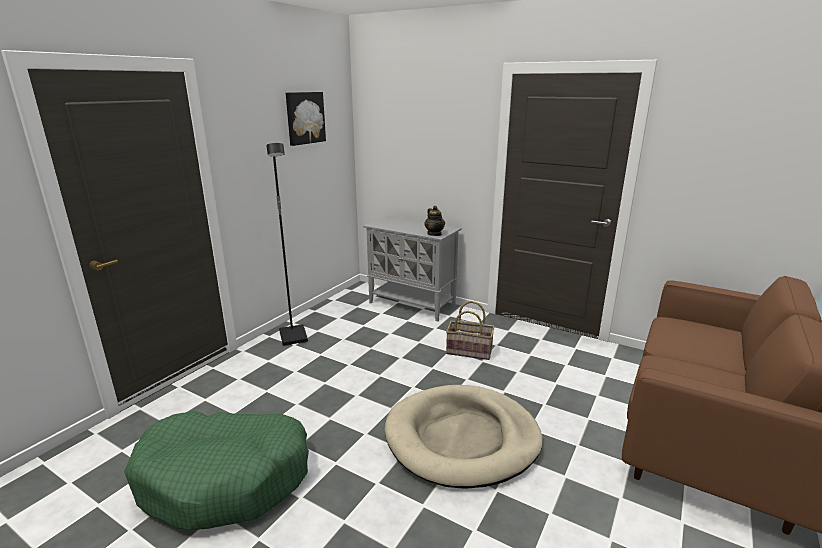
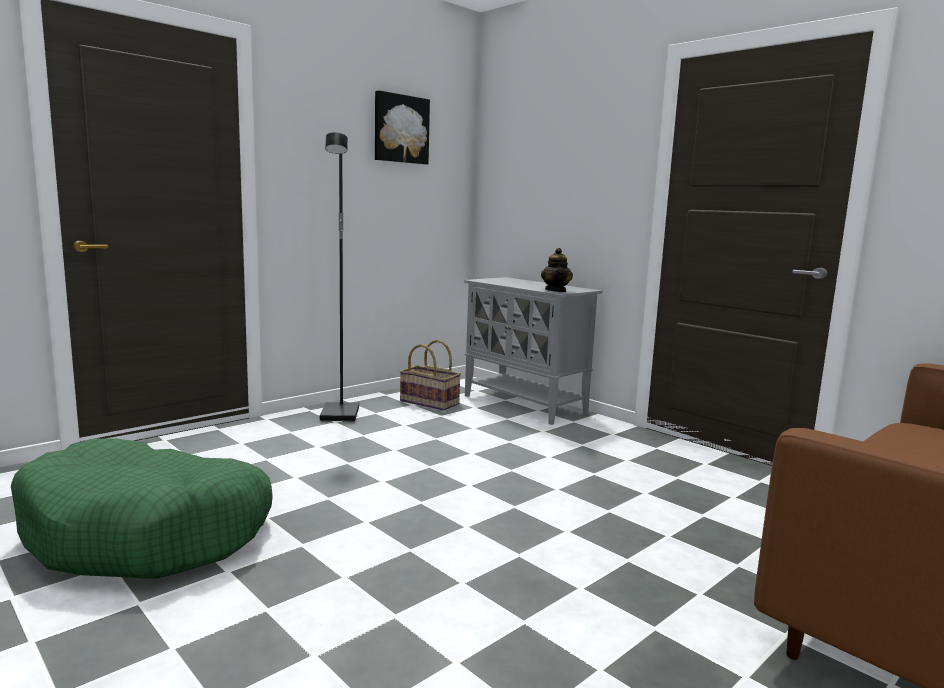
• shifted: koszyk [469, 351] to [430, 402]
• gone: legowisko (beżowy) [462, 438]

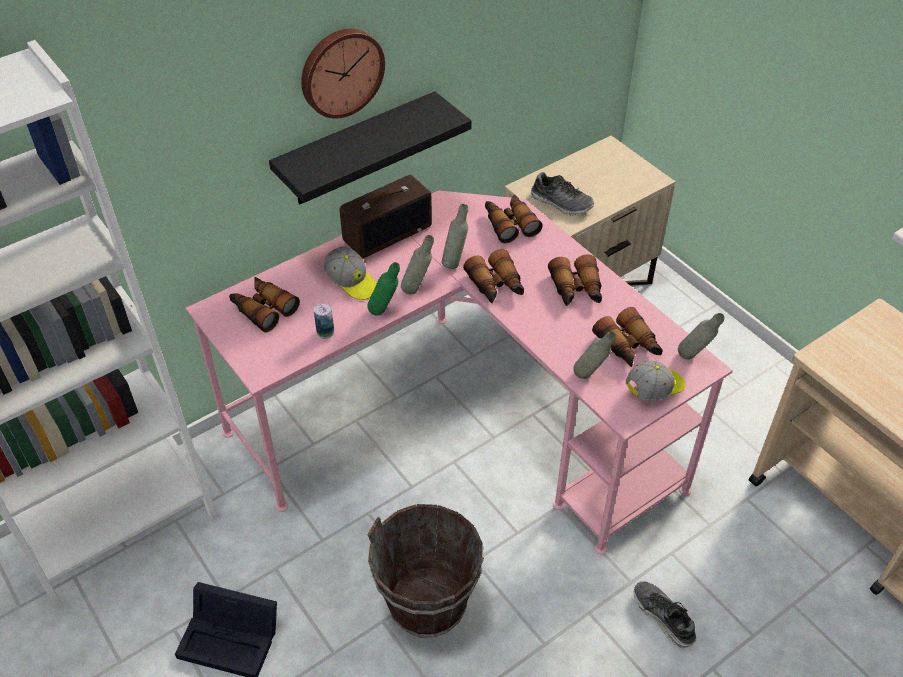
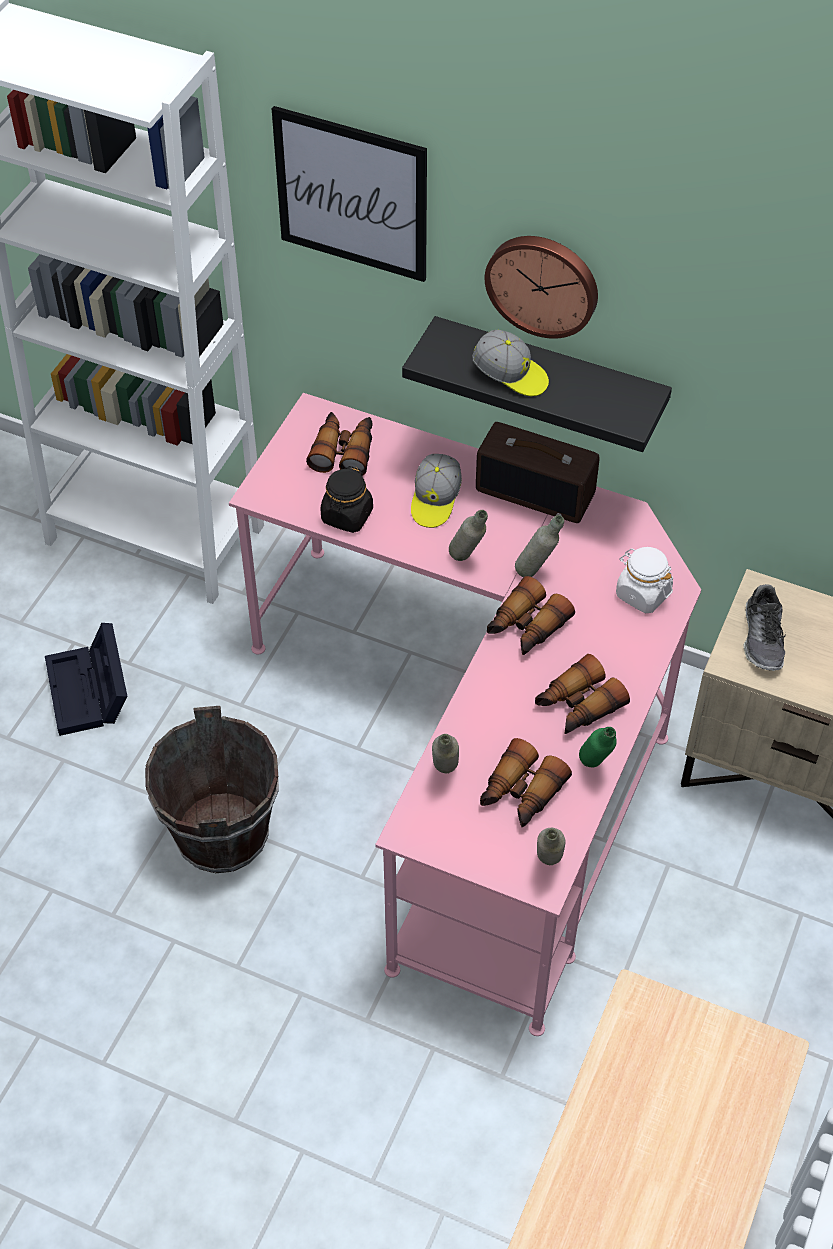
• new: obraz [351, 194]
• swapped: puszka [325, 333] to słoik (czarny) [347, 516]
• shifted: czapka z daszkiem [655, 389] to [510, 375]
• shifted: butelka (zielony) [385, 312] to [595, 769]
• swapped: lornetka [509, 223] to słoik (biały) [642, 594]
• gone: but [663, 617]

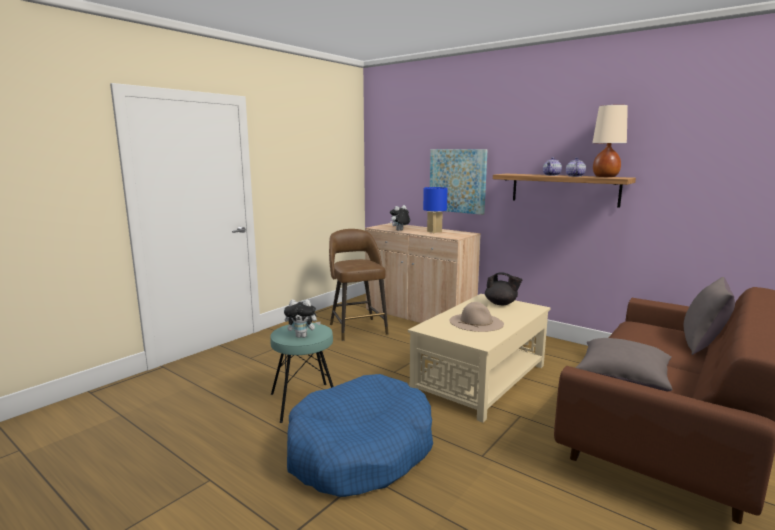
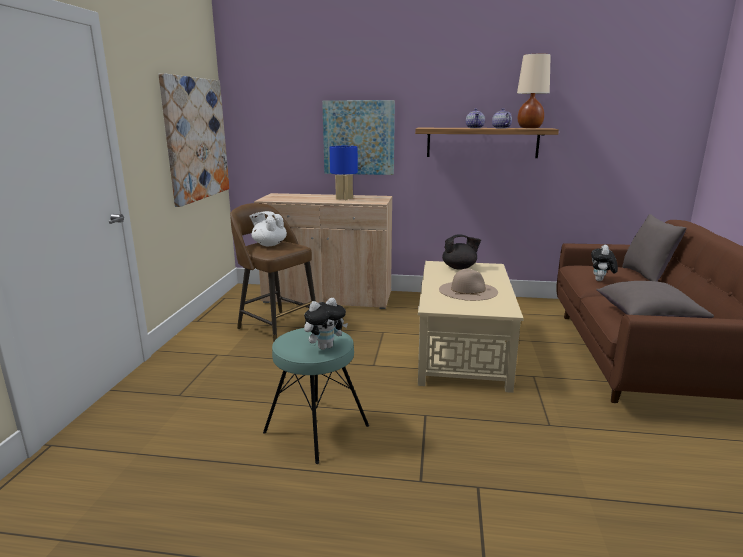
• new: obraz [196, 139]
• new: imbryk (biały) [269, 244]
• shifted: pluszak [400, 230] to [601, 281]
• gone: legowisko (niebieski) [360, 450]

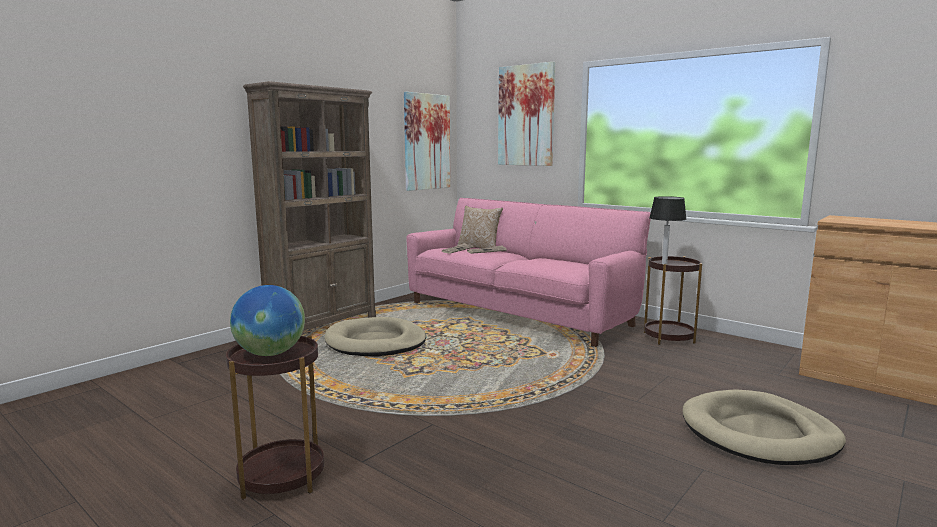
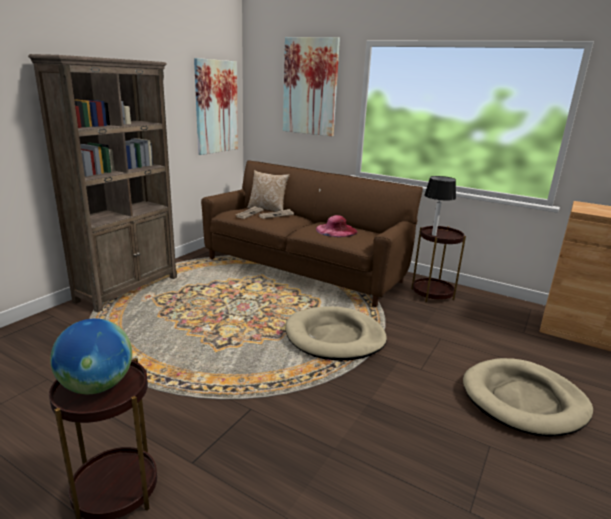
• repainted: kanapa (różowy) [518, 313] to kanapa (brązowy) [303, 269]
• shifted: legowisko (beżowy) [375, 342] to [335, 337]
• new: kapelusz (różowy) [336, 230]

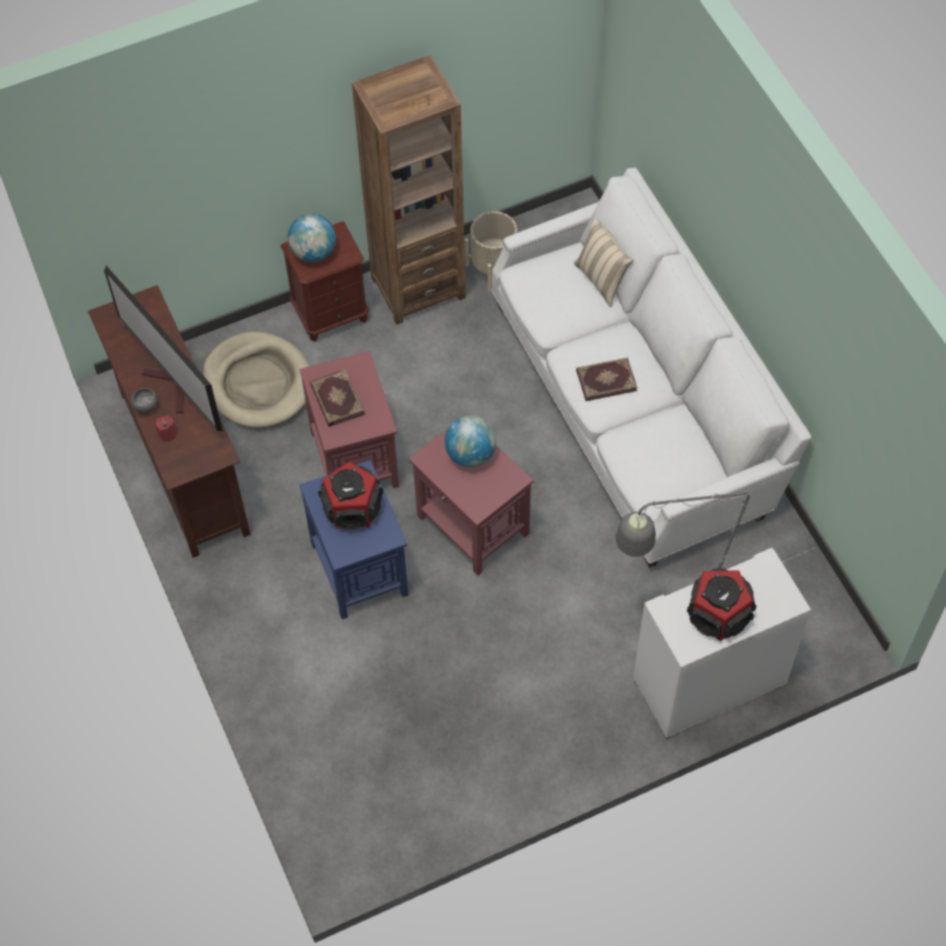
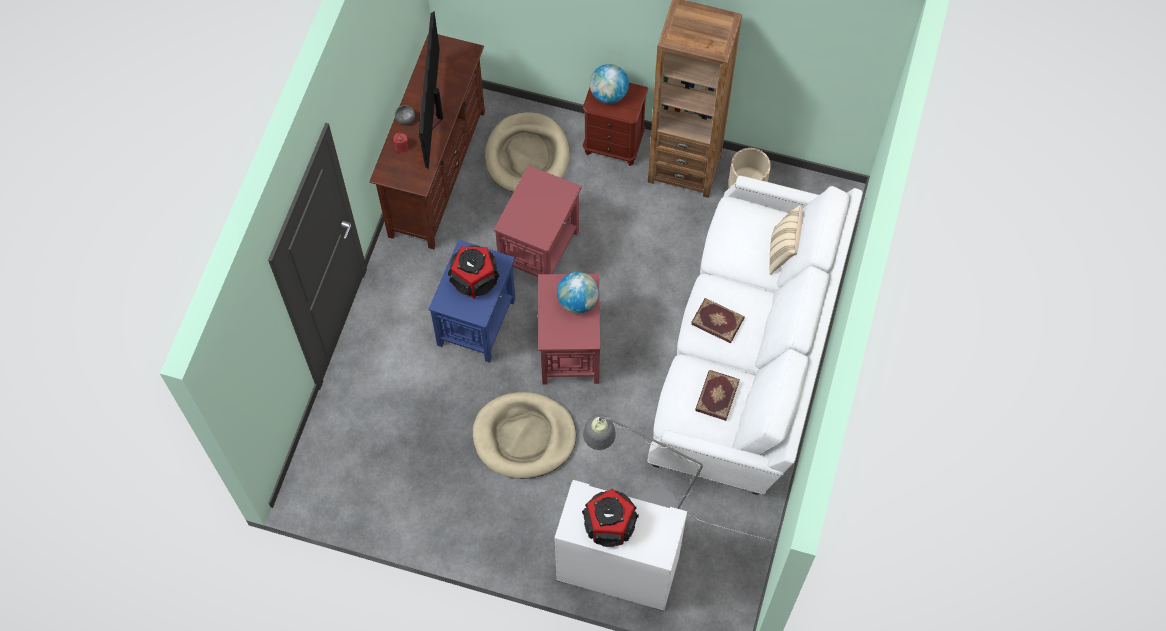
• new: legowisko (beżowy) [524, 437]
• shifted: książka [336, 400] to [716, 395]

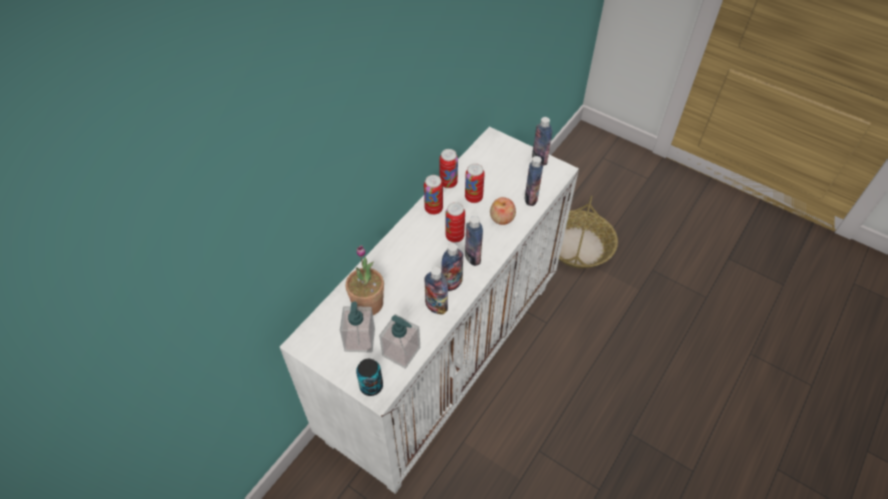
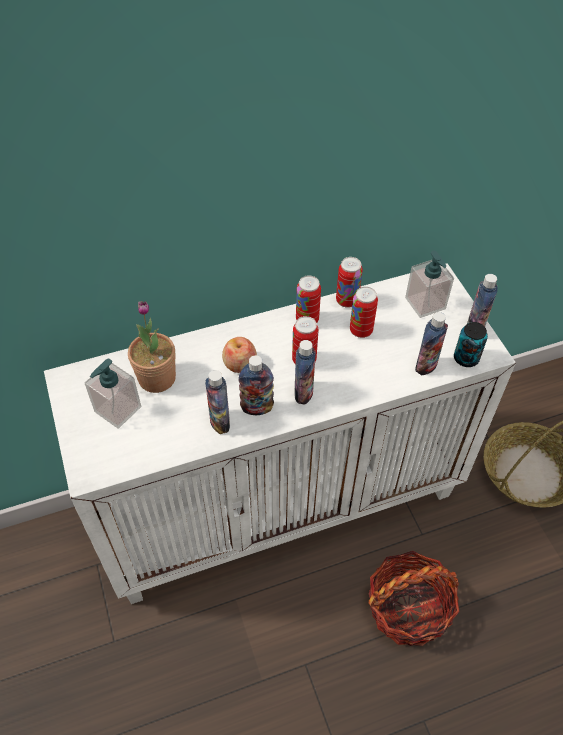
• shifted: jabłko [502, 218] to [239, 363]
• new: koszyk [408, 608]
• shifted: dozownik mydła [401, 352] to [425, 303]
• shifted: puszka [371, 386] to [466, 358]

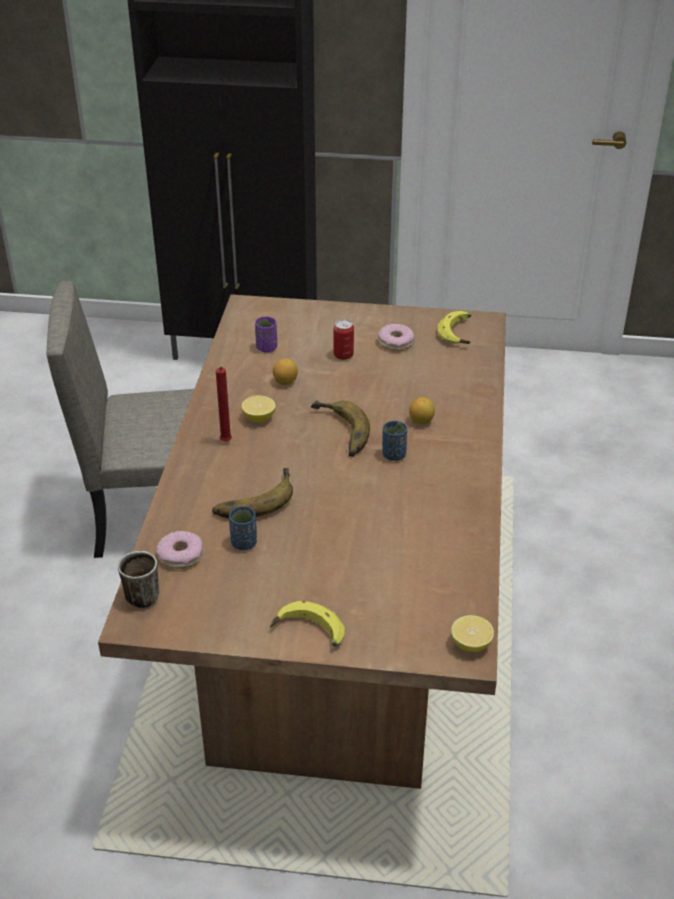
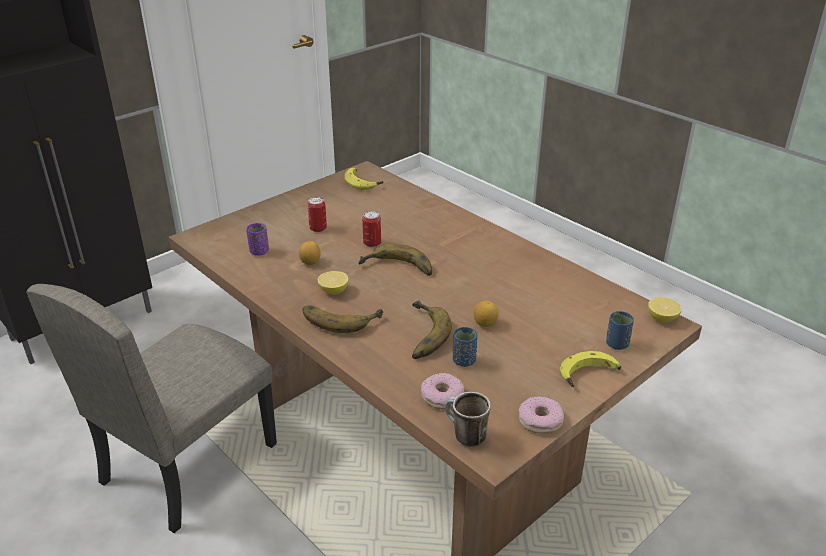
• swapped: świeca (czerwony) [225, 443] to banan [340, 317]
• new: puszka [372, 243]
• shifted: cytryna [421, 421] to [485, 323]
• shifted: donut [395, 342] to [540, 420]
• shifted: filiżanka (niebieski) [394, 455] to [617, 344]

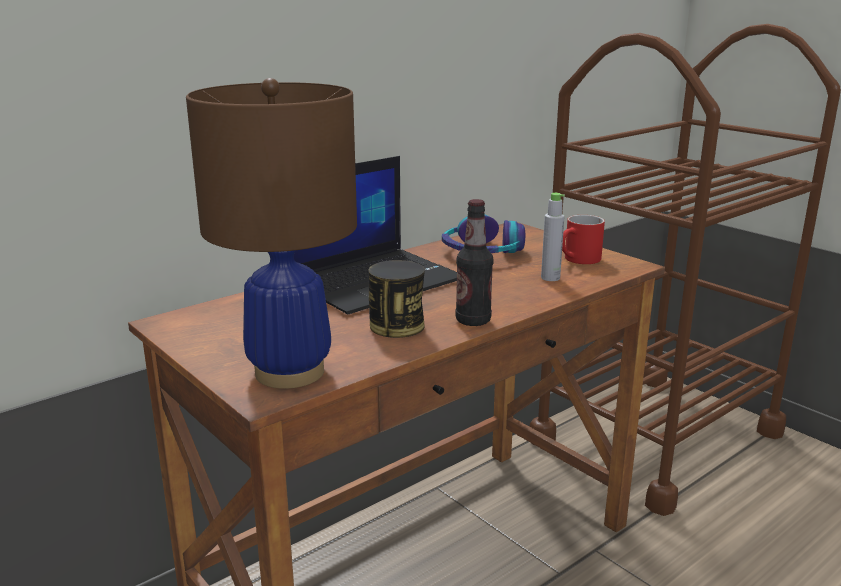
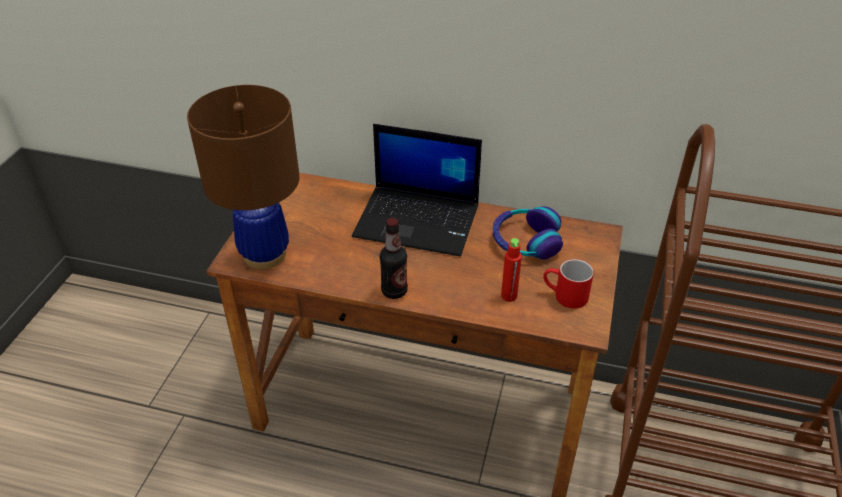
• repainted: butelka (szary) [550, 278] to butelka (czerwony) [509, 296]
• gone: puszka [397, 326]

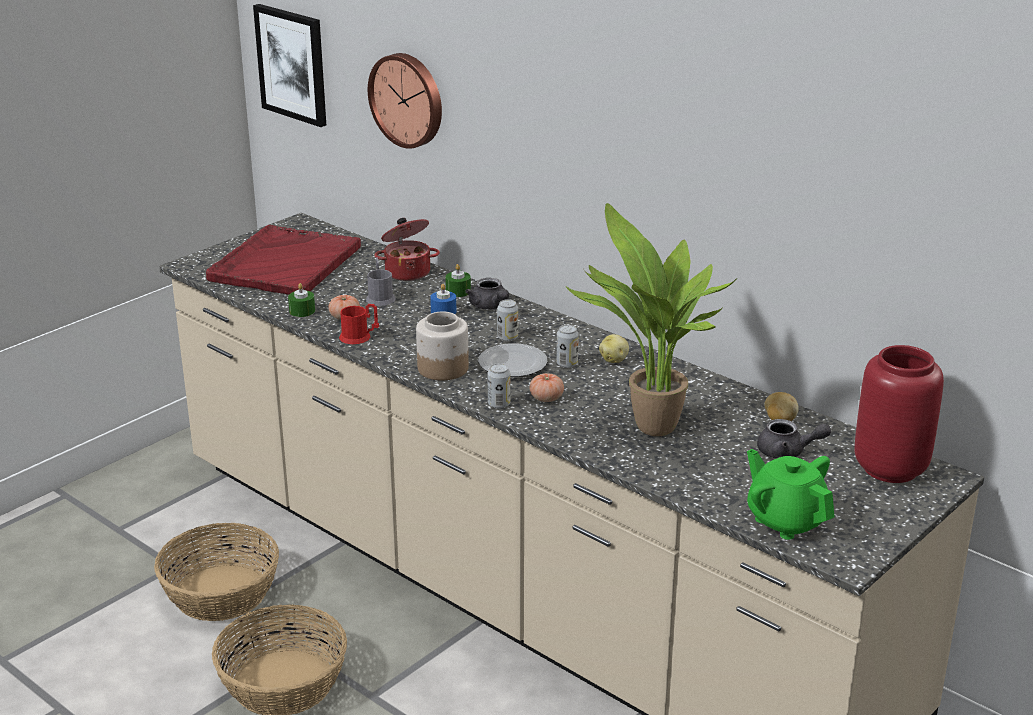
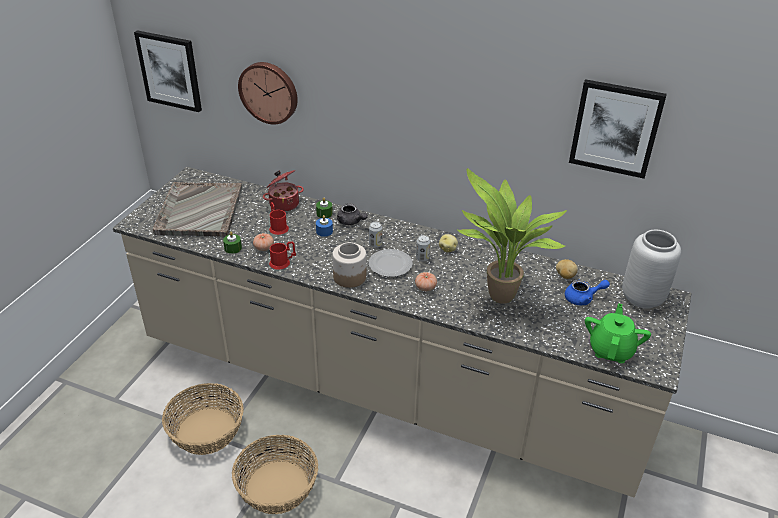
• repainted: taca (czerwony) [284, 264] to taca (szary) [199, 211]
• repainted: kubek (szary) [380, 297] to kubek (czerwony) [277, 227]
• repainted: imbryk (szary) [787, 452] to imbryk (niebieski) [583, 298]
• new: obraz [615, 128]
• rotated: imbryk (zielony) [786, 520] = [611, 350] 75 degrees clockwise
• repainted: wazon (czerwony) [890, 469] to wazon (szary) [642, 299]
• gone: puszka [499, 404]

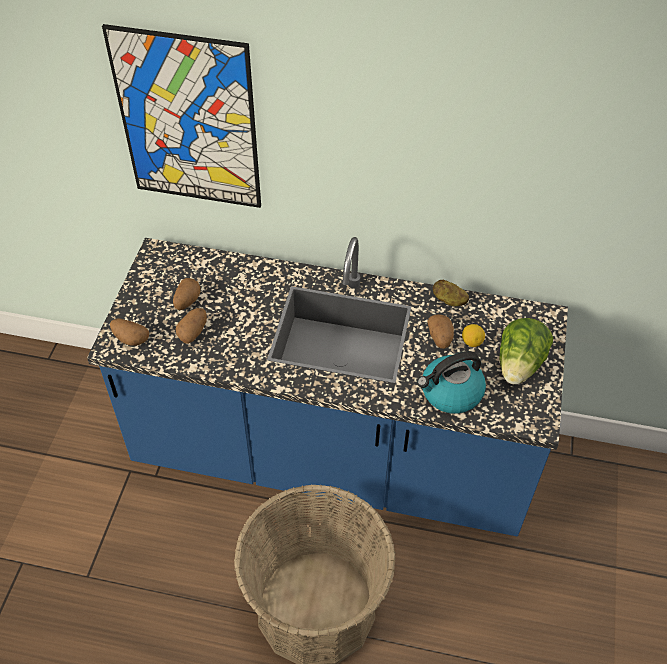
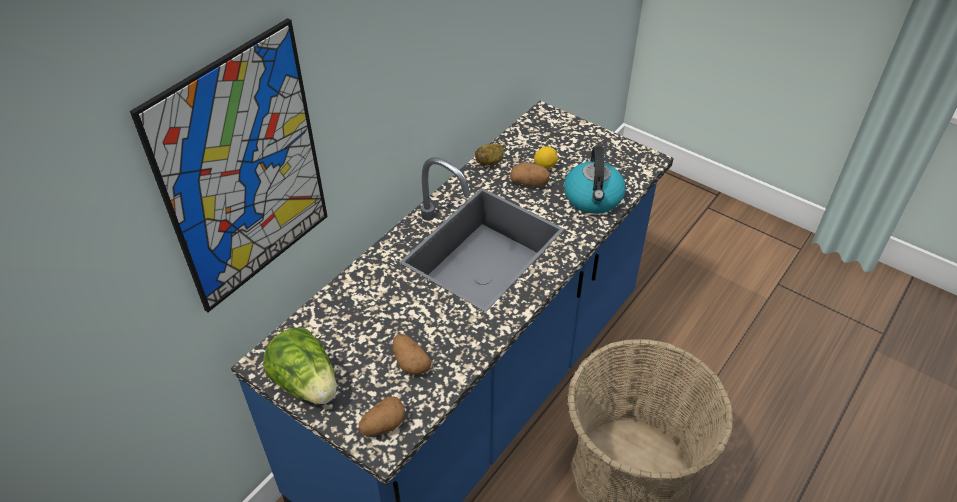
• shifted: sałata [519, 365] to [307, 383]
• gone: ziemniak [187, 301]

